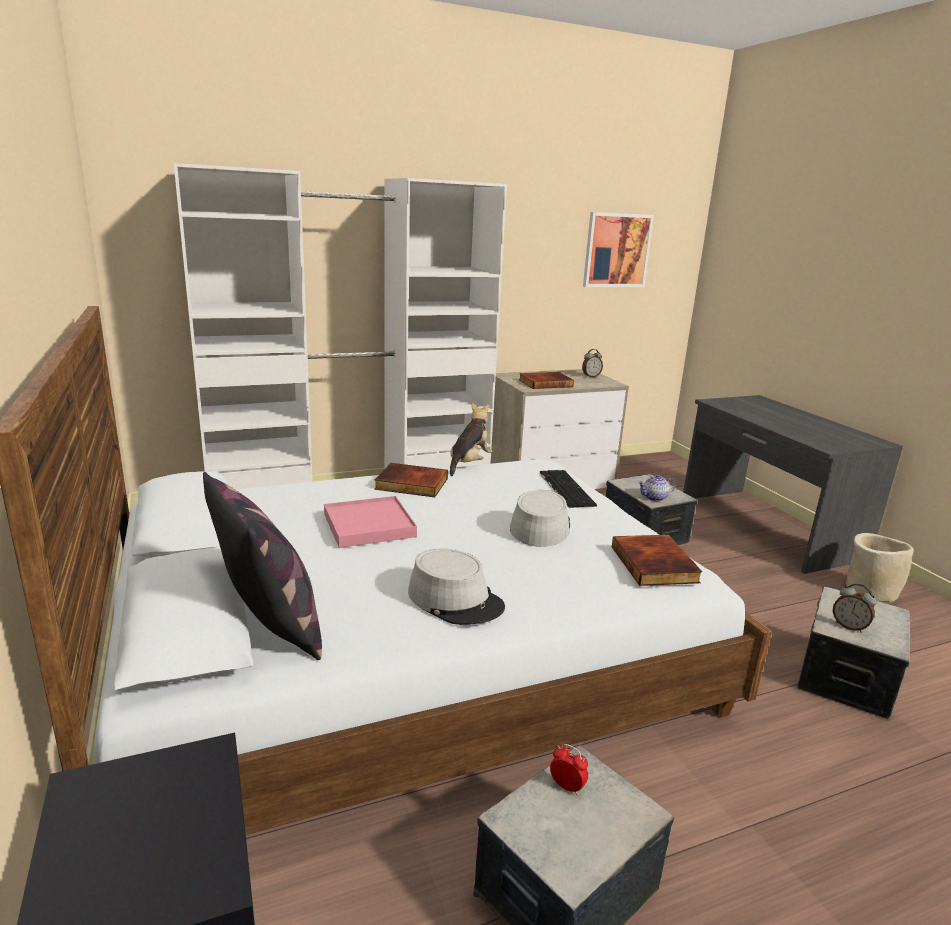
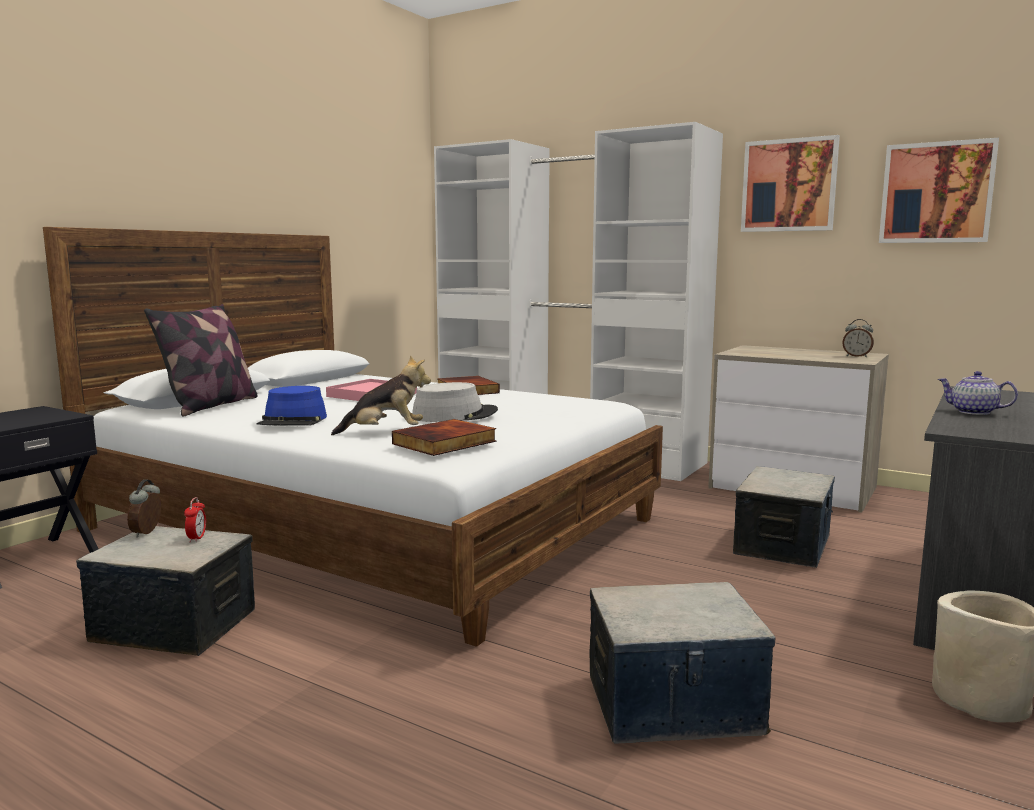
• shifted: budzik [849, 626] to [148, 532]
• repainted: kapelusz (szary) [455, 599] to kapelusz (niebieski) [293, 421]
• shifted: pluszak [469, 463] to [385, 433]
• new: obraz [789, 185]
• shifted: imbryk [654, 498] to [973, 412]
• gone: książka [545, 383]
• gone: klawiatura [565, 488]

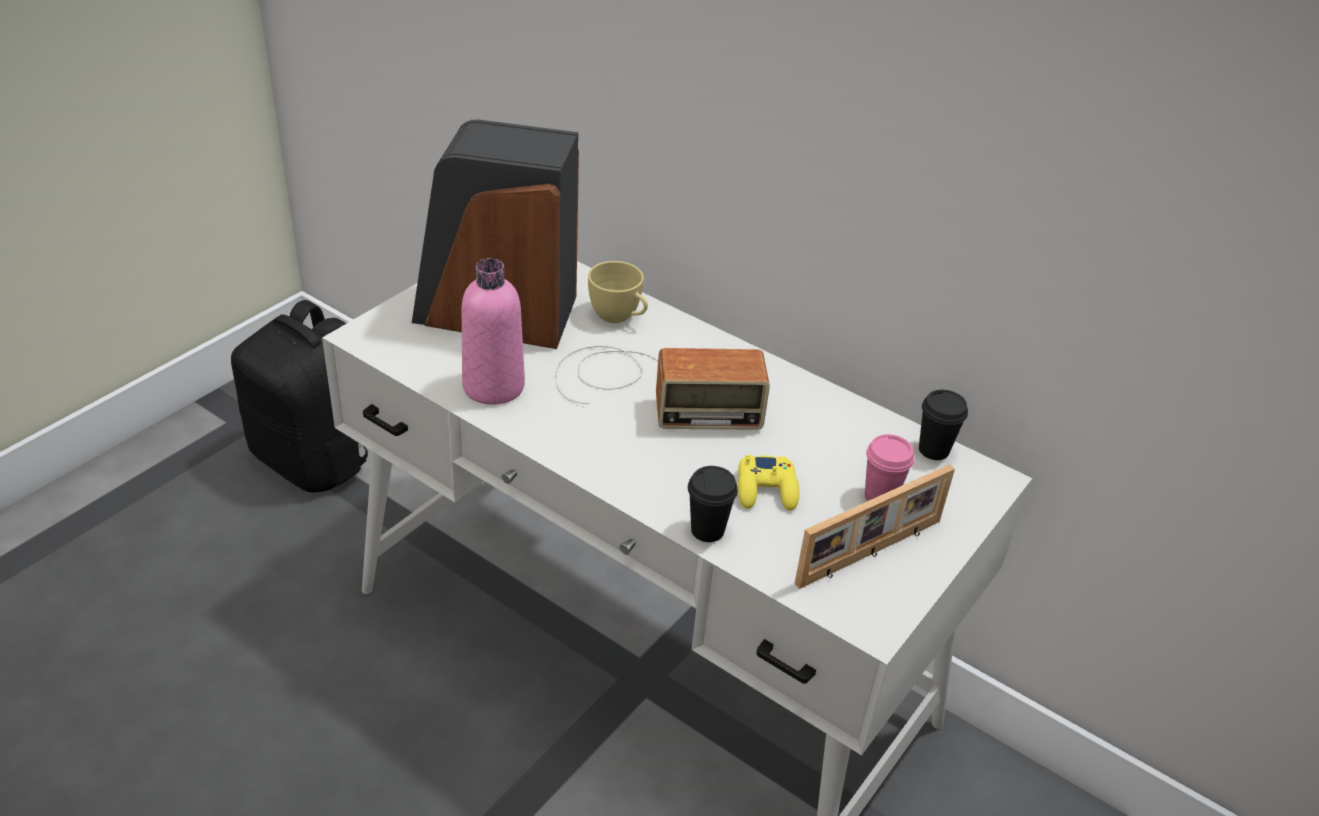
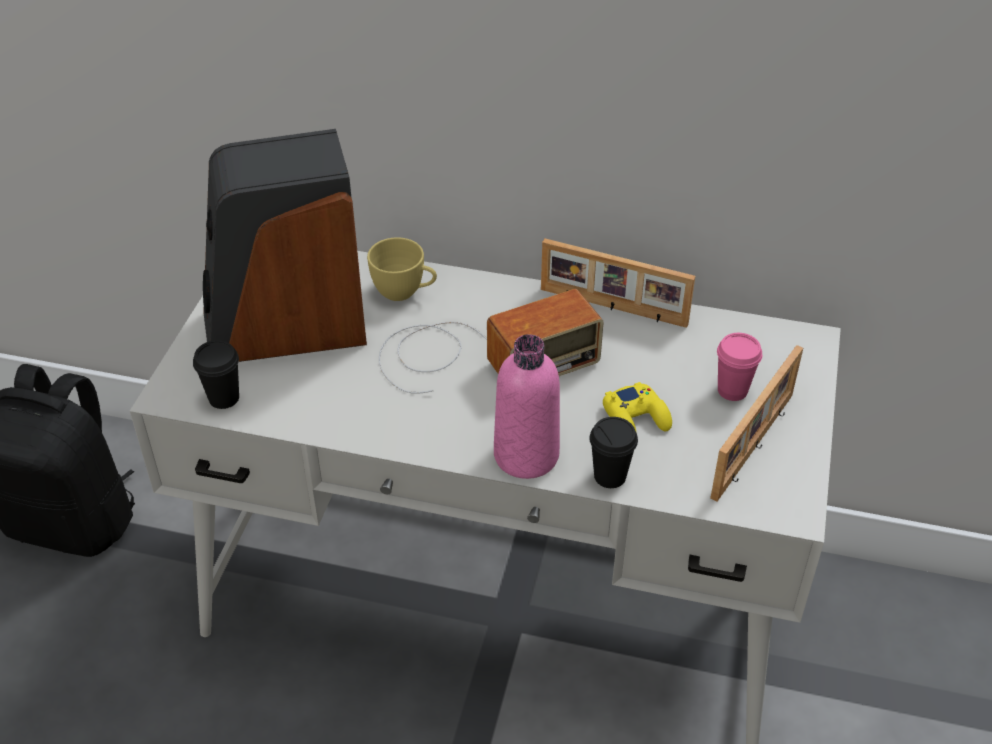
• shifted: filiżanka (czarny) [933, 450] to [224, 398]
• shifted: butelka (różowy) [493, 386] to [526, 455]
• new: ramka na zdjęcie [612, 308]

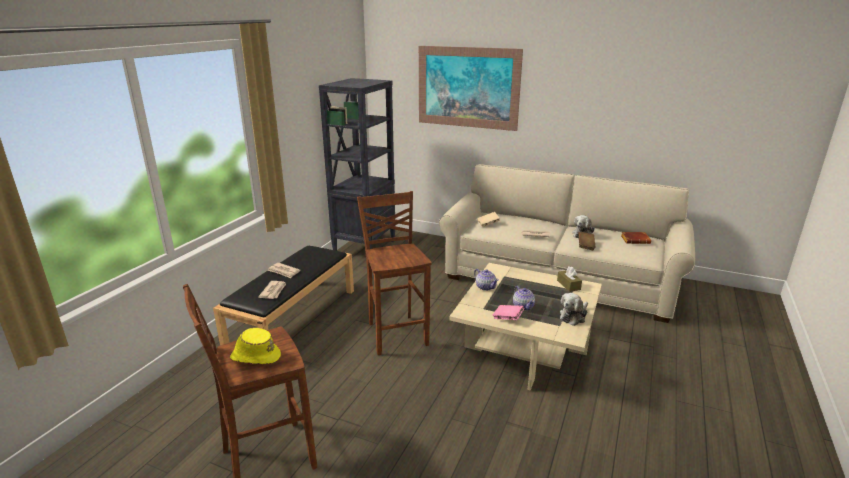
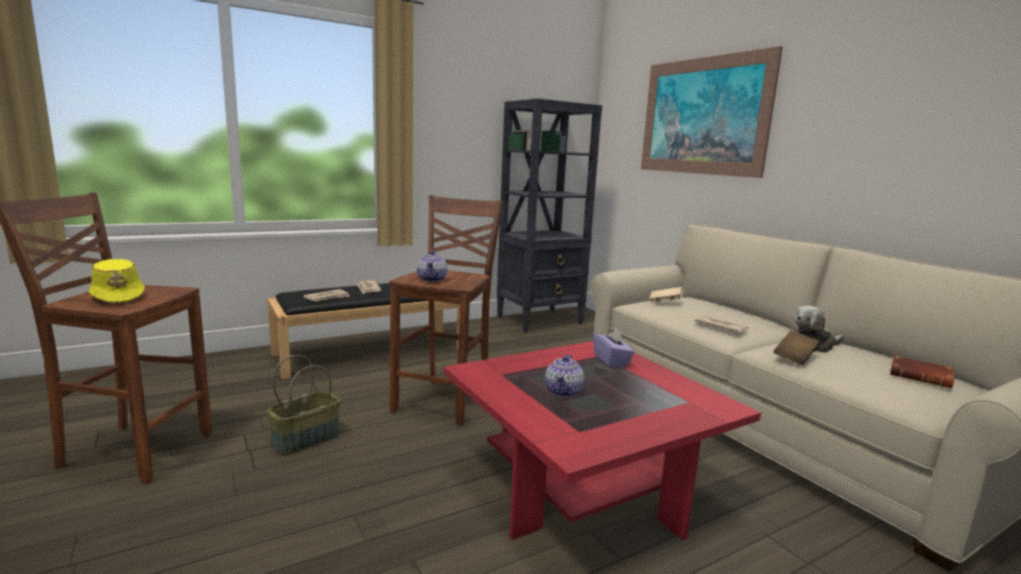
• new: koszyk [306, 439]
• shifted: imbryk [485, 287] to [432, 279]
• repainted: ława (beżowy) [525, 350] to ława (czerwony) [583, 486]
• new: pudełko chusteczek (fioletowy) [611, 361]
• gone: książka (różowy) [507, 318]
• gone: pudełko chusteczek (brązowy) [568, 285]
• gone: pluszak [573, 316]

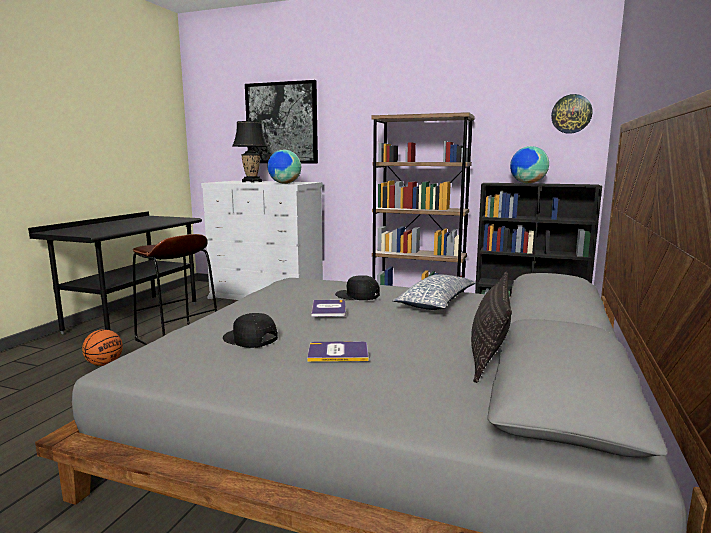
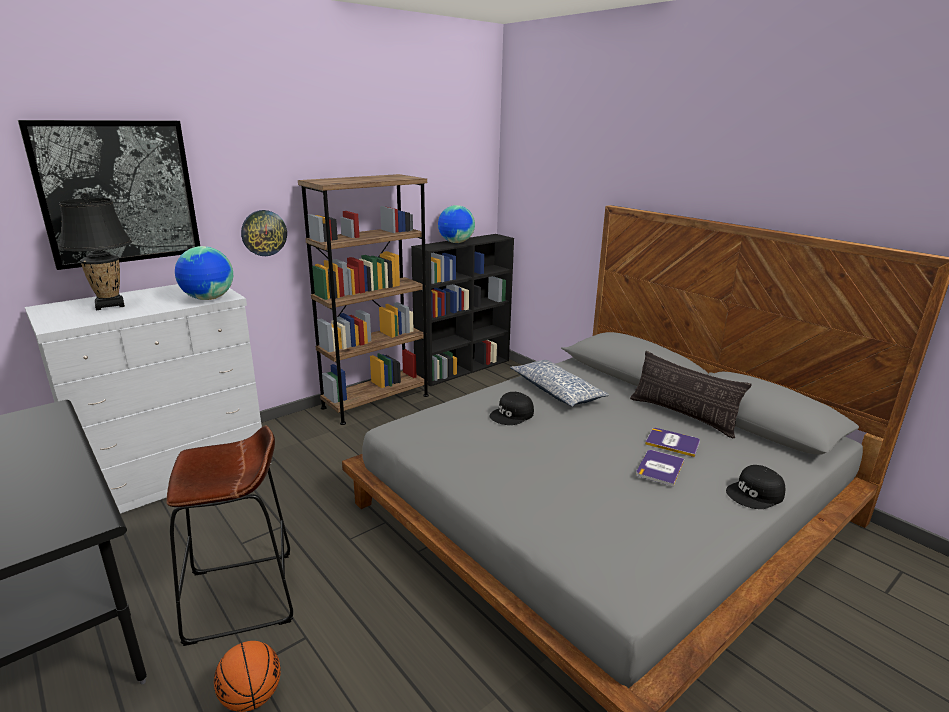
• shifted: zegar ścienny [571, 114] to [264, 233]
• shifted: książka [329, 309] to [672, 442]
• shifted: czapka z daszkiem (czarny) [249, 338] to [755, 494]

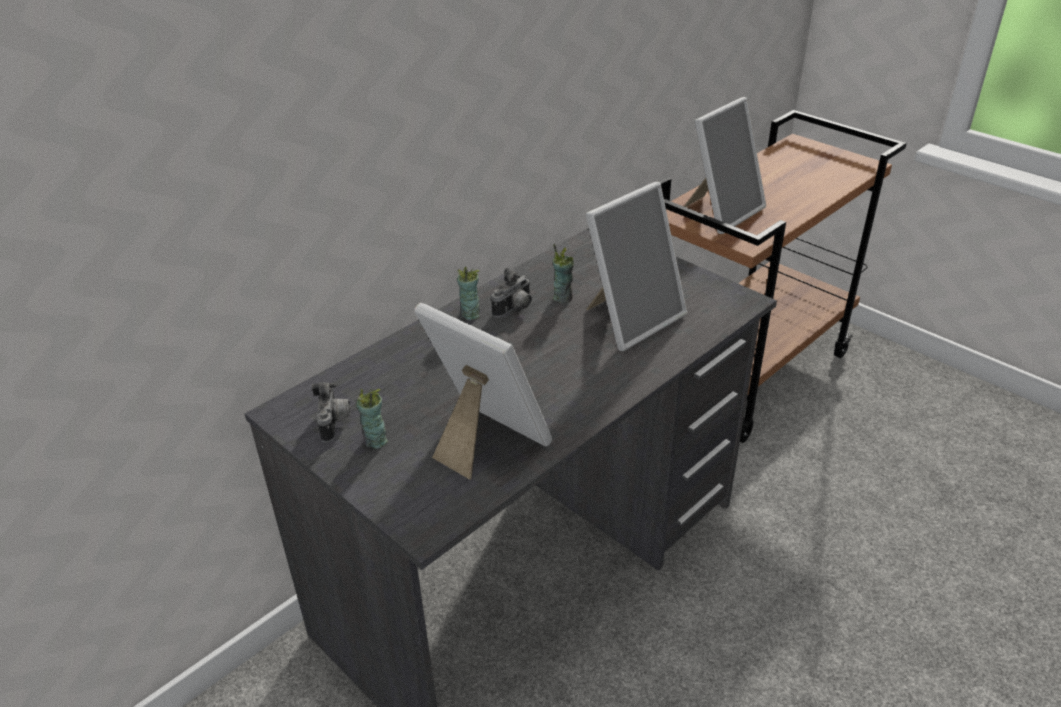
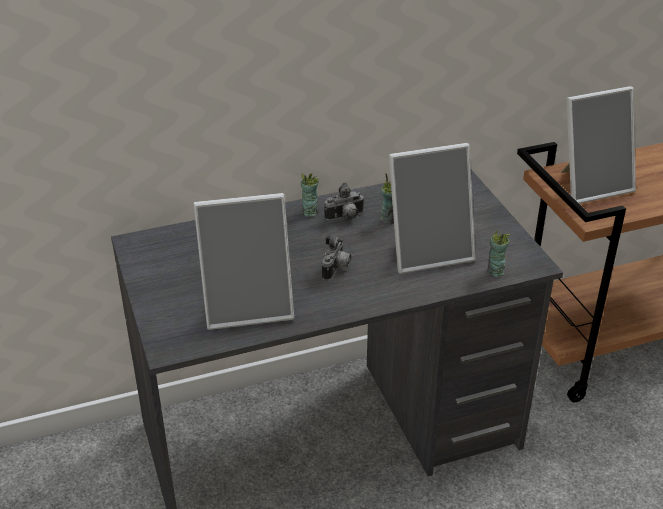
• rotated: ramka na zdjęcie [483, 441] = [248, 305] 105 degrees clockwise
• shifted: aparat fotograficzny [335, 423] to [336, 269]
• shifted: filiżanka [375, 441] to [495, 271]

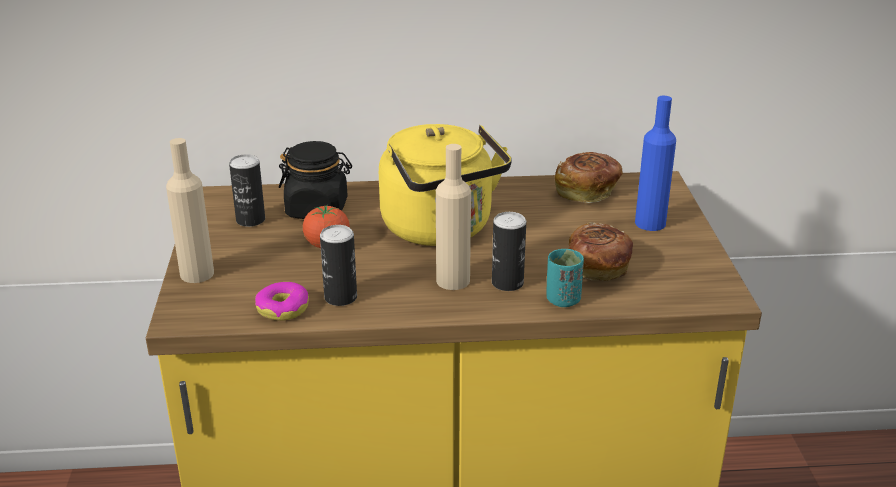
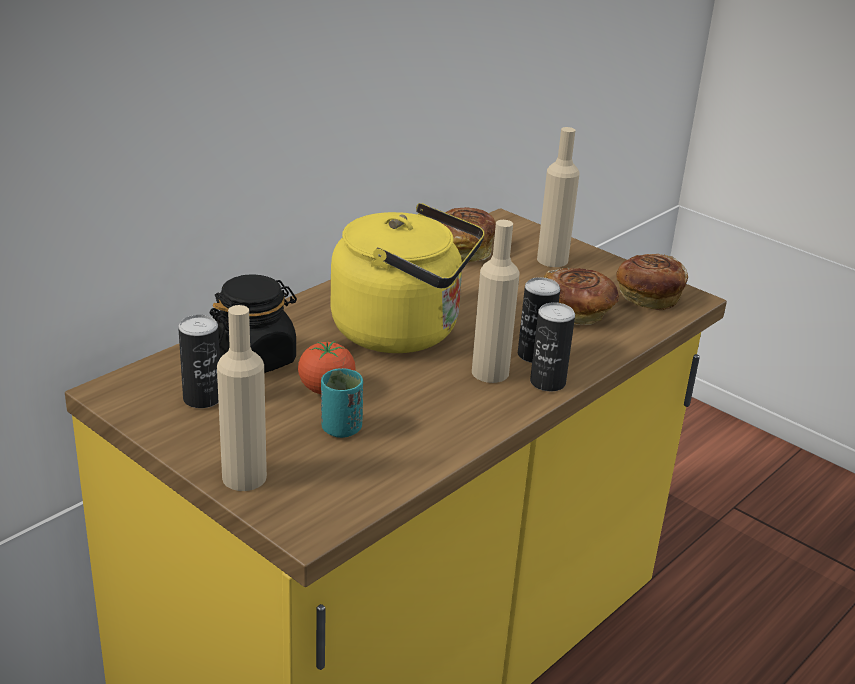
• shifted: filiżanka (turkusowy) [563, 300] to [341, 429]
• shifted: puszka [340, 297] to [547, 382]
• repainted: butelka (niebieski) [650, 223] to butelka (beżowy) [552, 260]
• new: chleb [648, 297]
• gone: donut [283, 308]

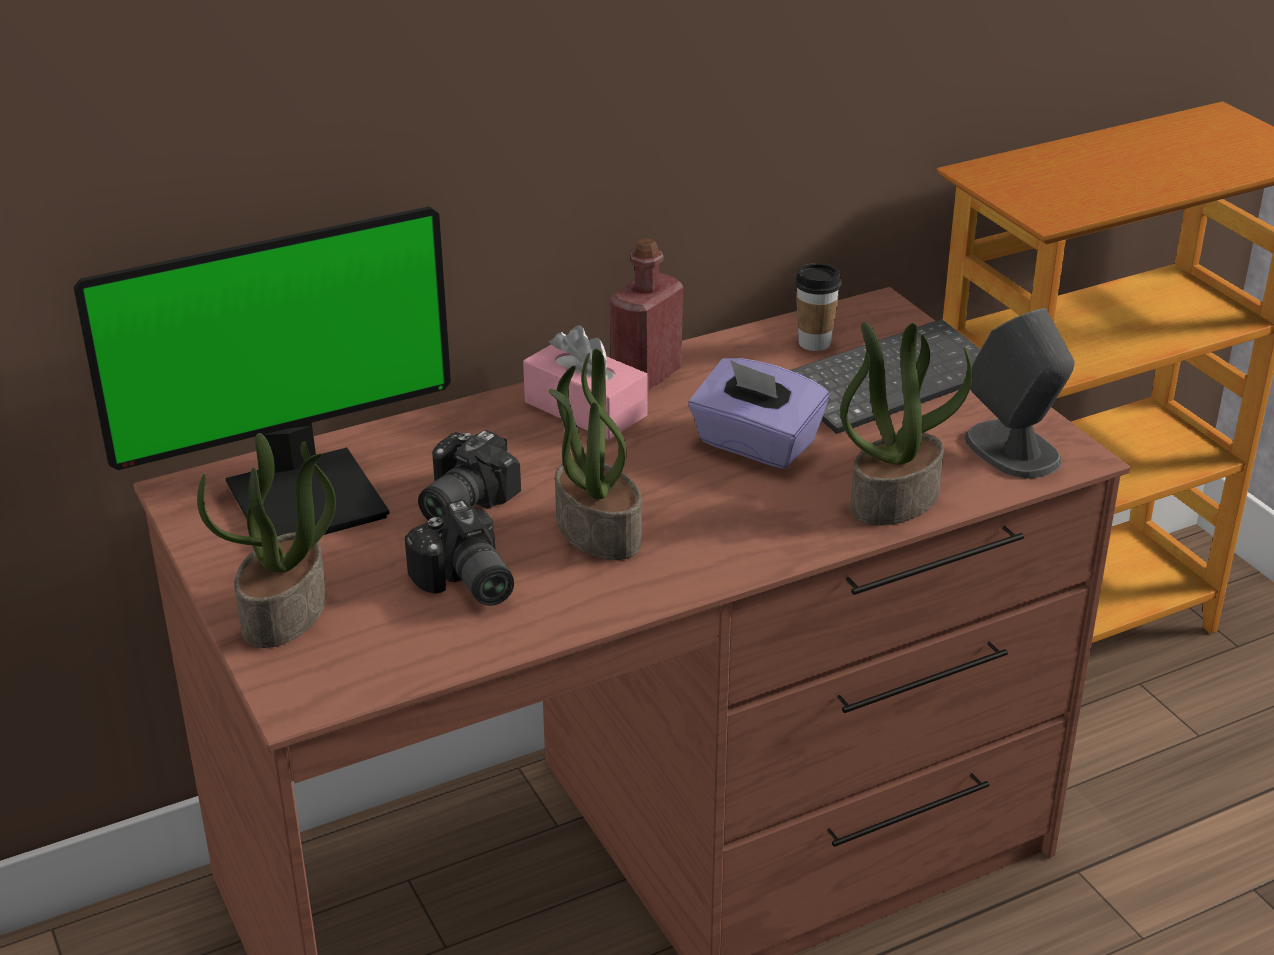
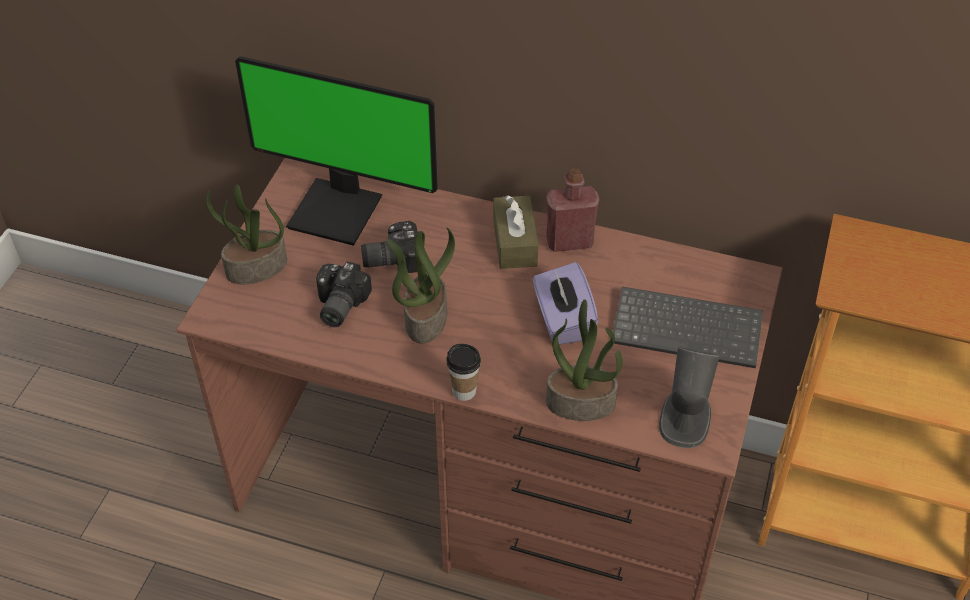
• shifted: filiżanka [814, 343] to [464, 391]
• repainted: pudełko chusteczek (różowy) [585, 409] to pudełko chusteczek (brązowy) [515, 242]

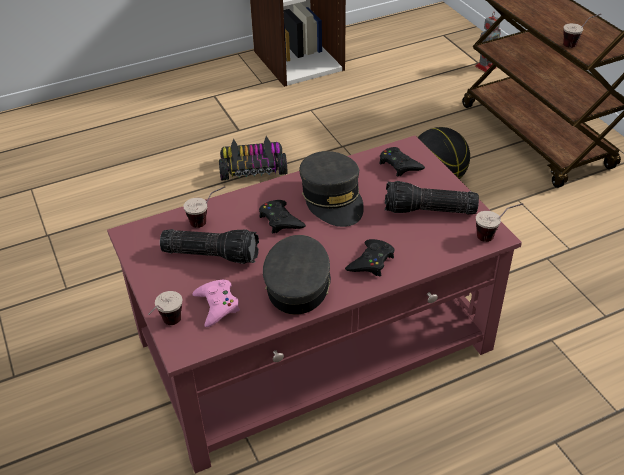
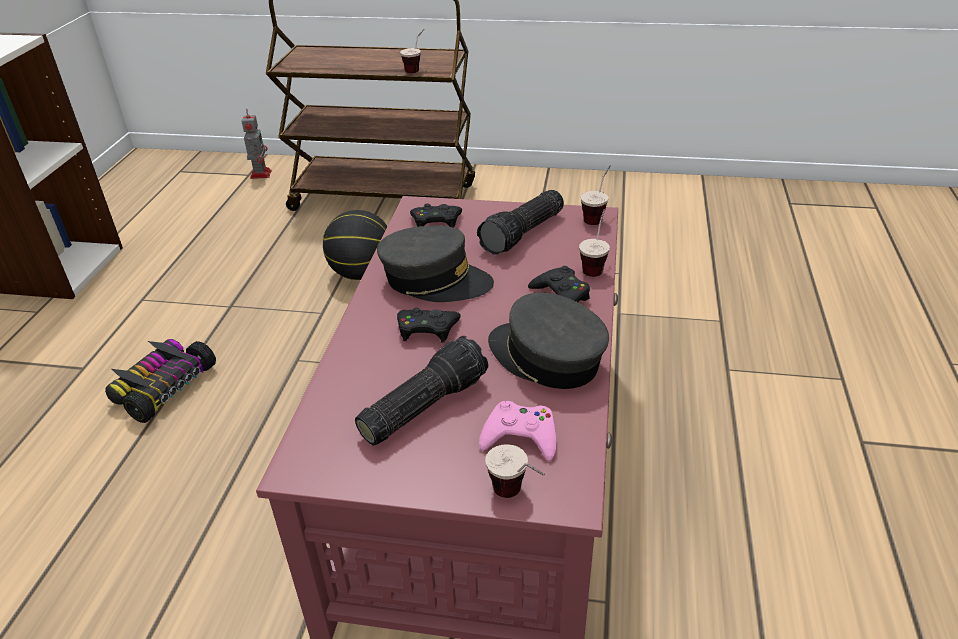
• shifted: filiżanka [208, 221] to [595, 265]

